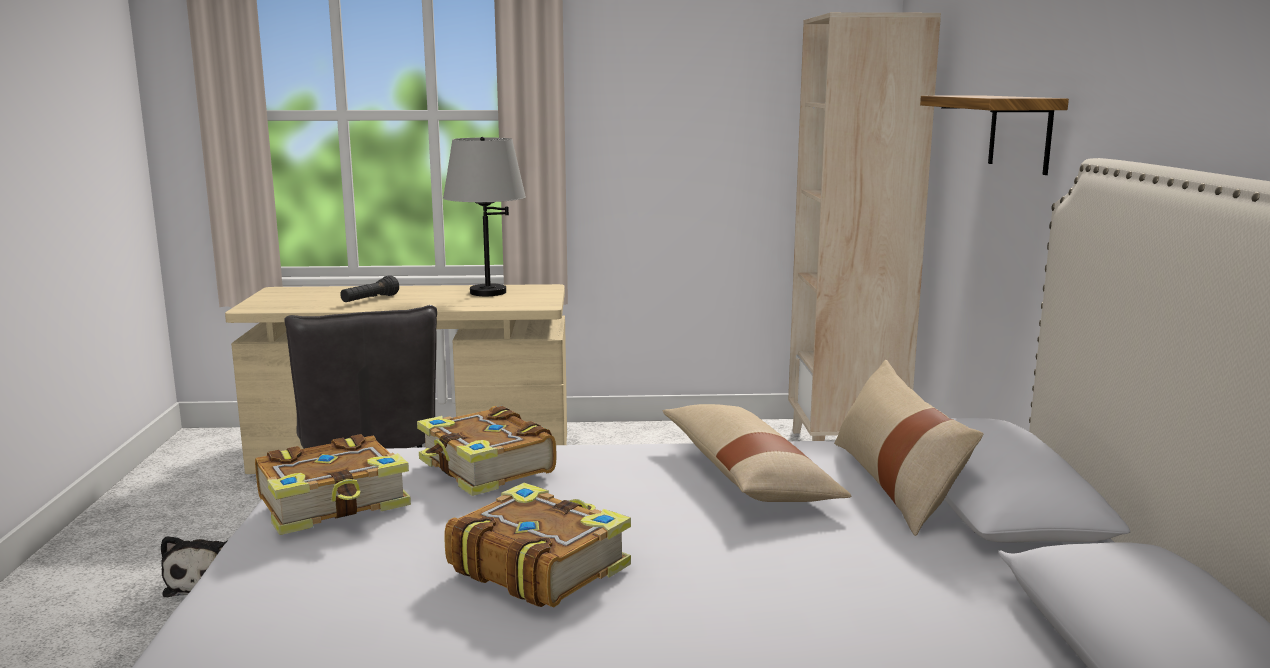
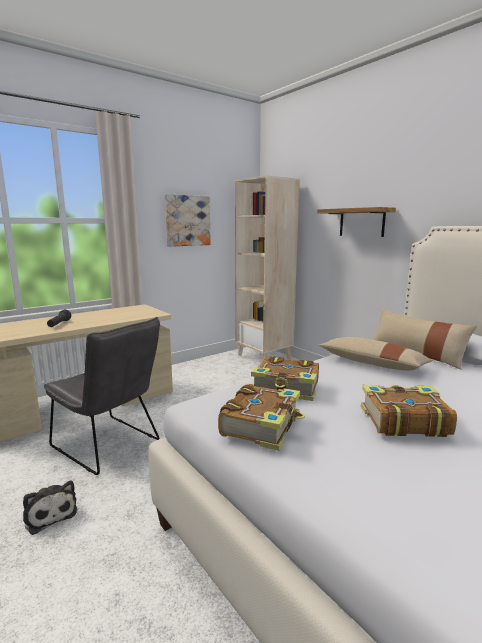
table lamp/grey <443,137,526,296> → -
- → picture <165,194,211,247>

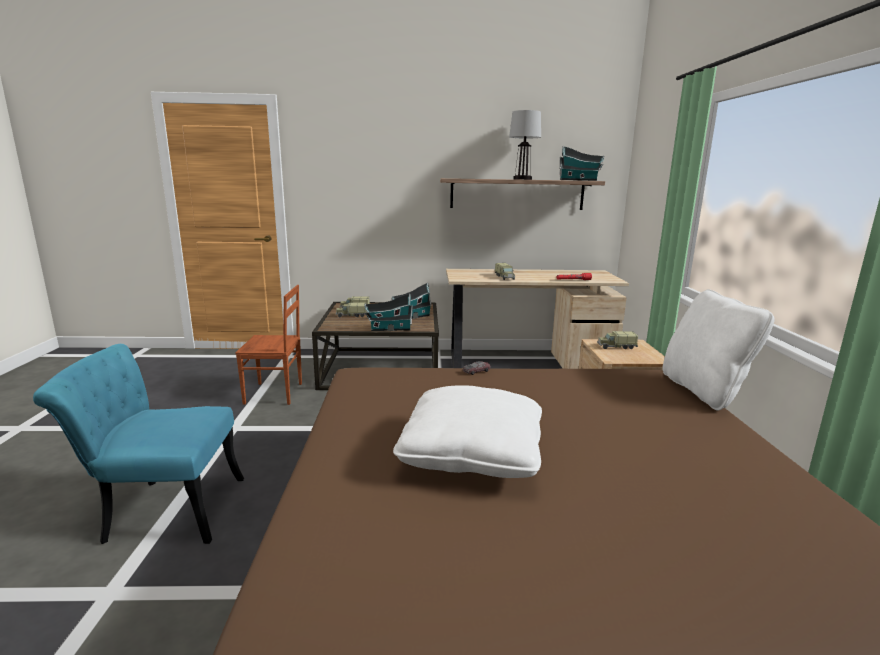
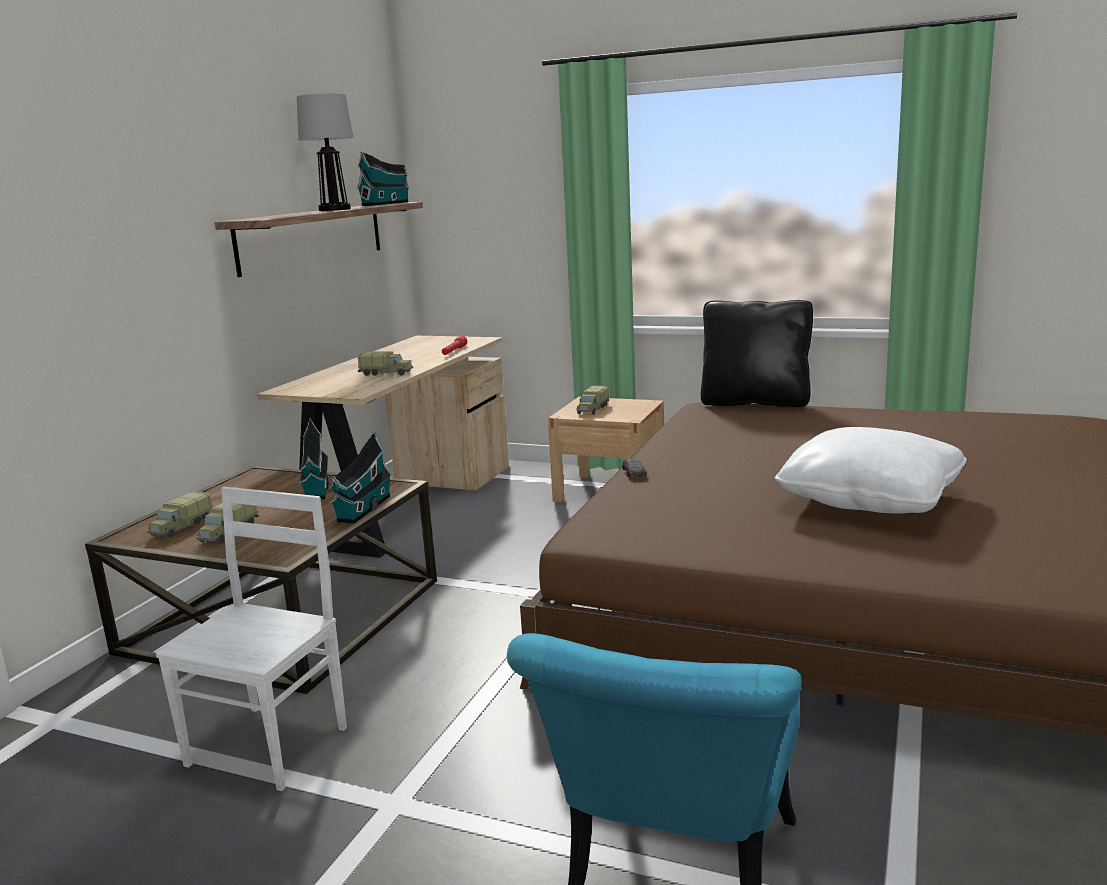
chair/brown <235,285,302,405> → chair/white <156,487,347,791>
pillow/white <662,289,775,411> → pillow/black <701,300,813,407>

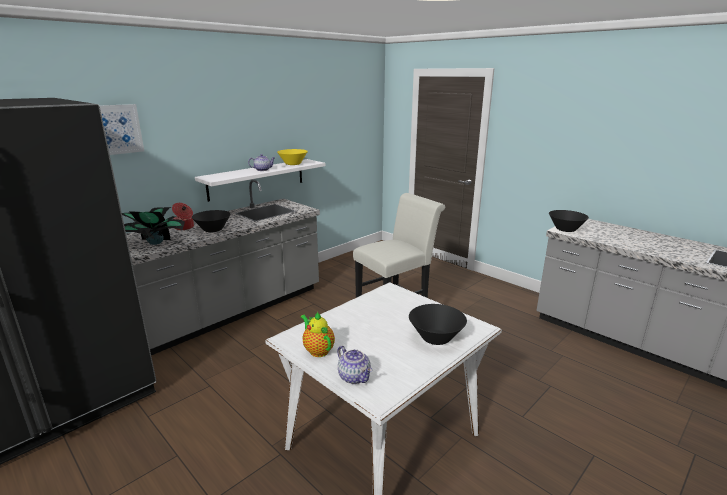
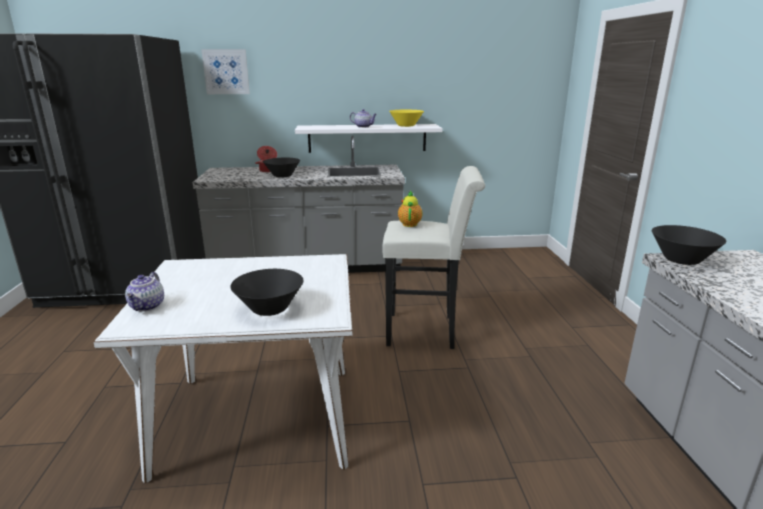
potted plant <122,207,185,245> → -
teapot <300,312,335,357> → teapot <398,191,423,227>, shifted

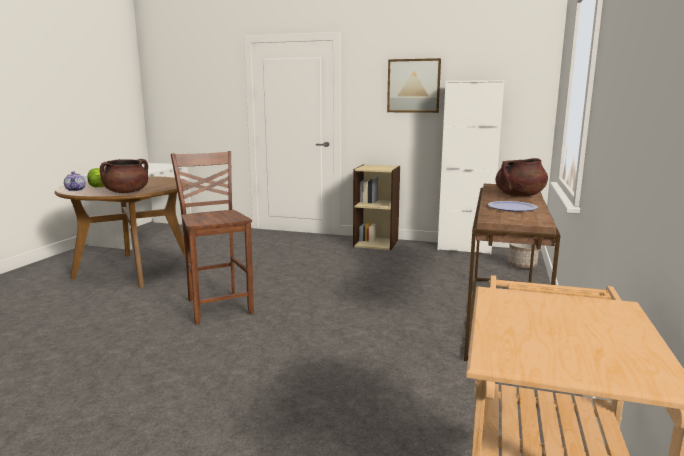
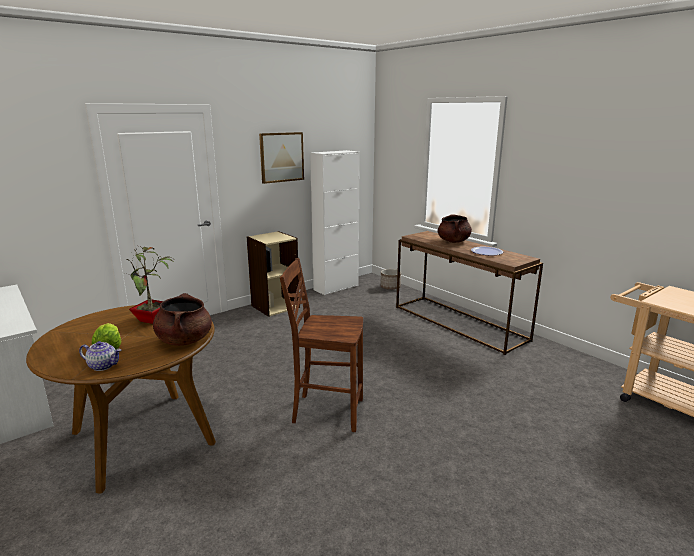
- → potted plant <127,246,174,324>

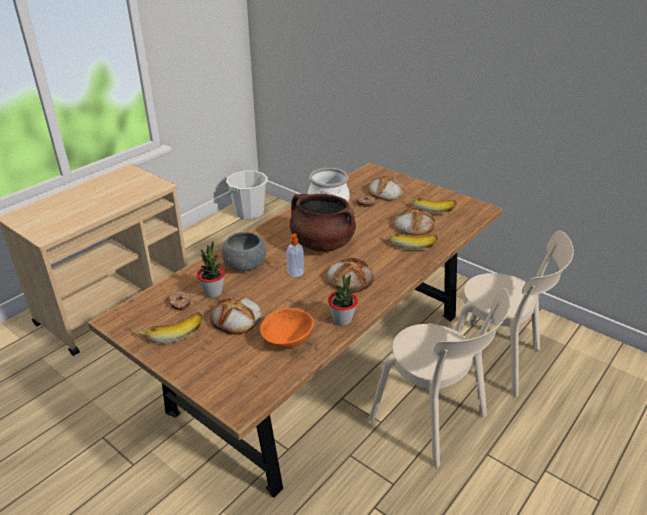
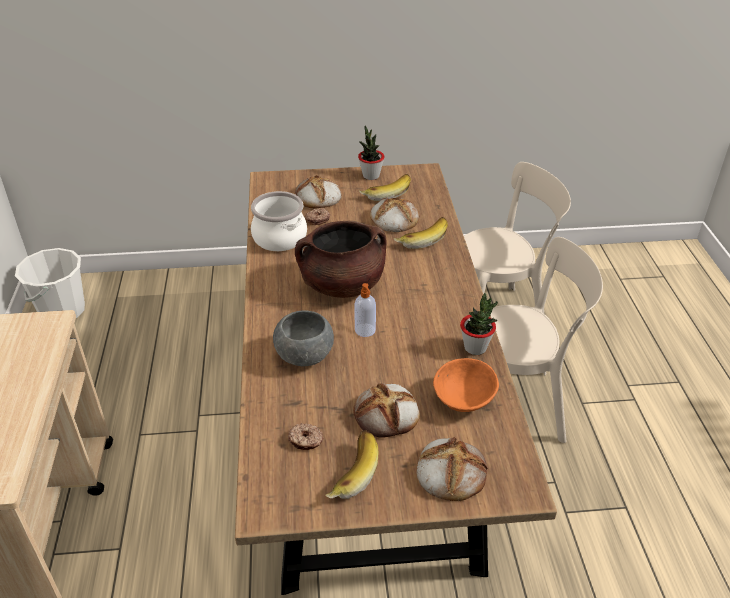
potted plant <197,241,225,298> → potted plant <358,125,385,180>, shifted
bread <327,258,374,293> → bread <417,437,488,501>, shifted

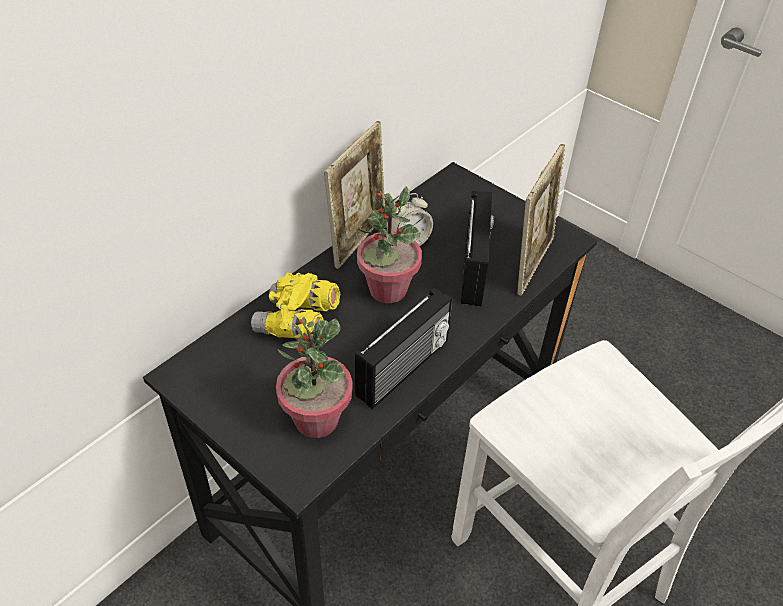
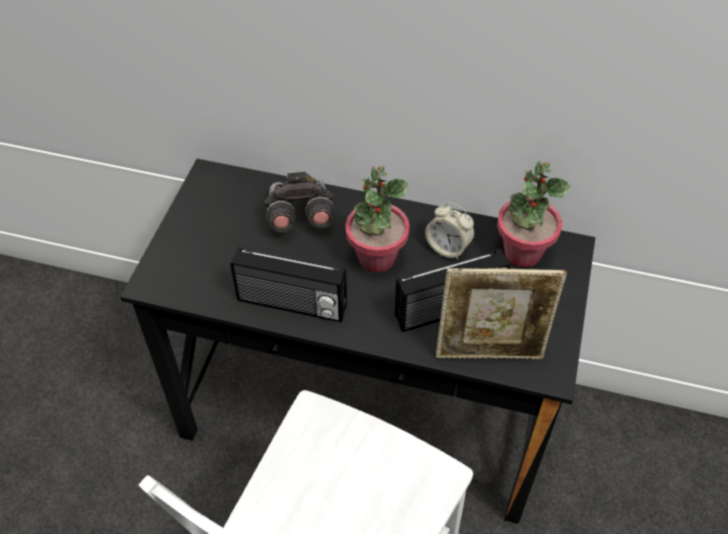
picture frame <324,121,385,269> → -
binoculars/yellow <251,273,340,340> → binoculars/grey <264,172,335,232>
potted plant <276,317,353,438> → potted plant <497,161,570,267>, shifted

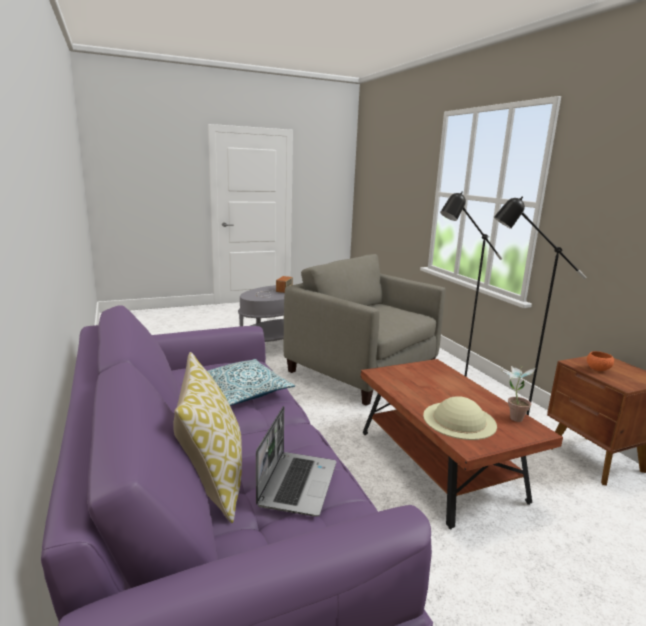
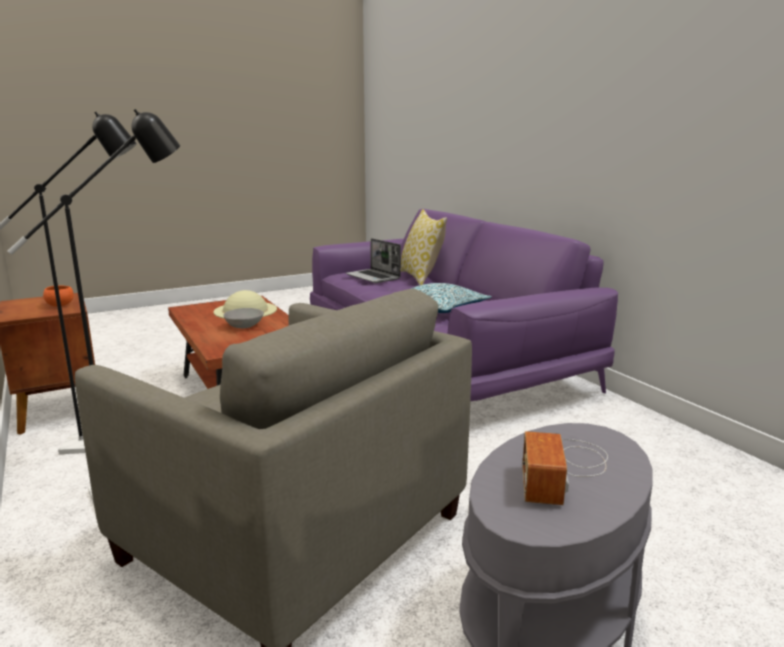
potted plant <501,366,536,422> → -
laptop <256,406,336,517> → laptop <345,238,401,283>, 45 degrees counterclockwise
- → bowl/grey <223,308,264,328>

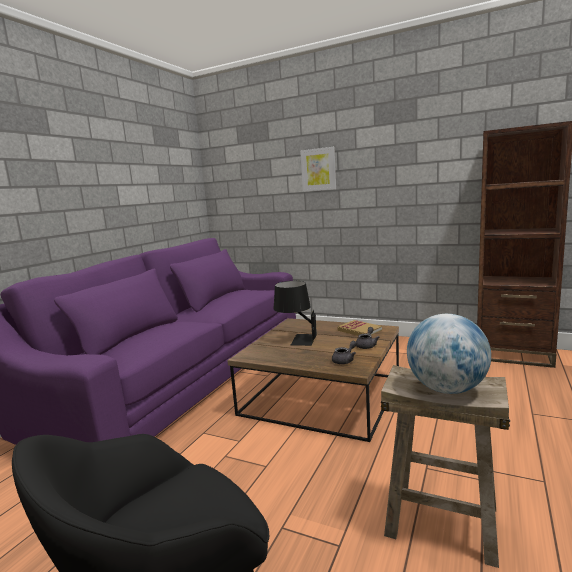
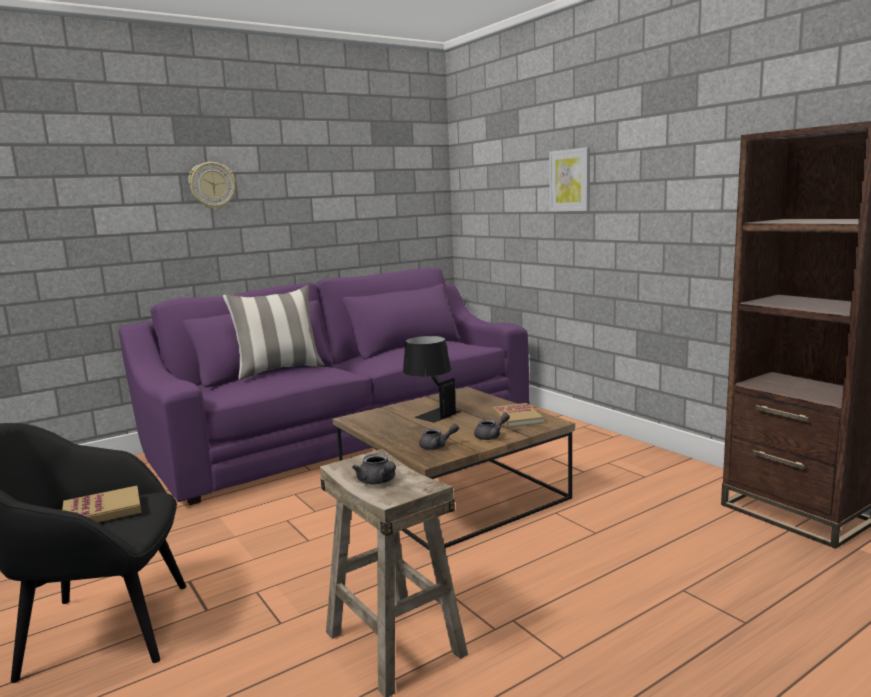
globe <407,314,491,394> → teapot/grey <352,454,396,485>
- → wall clock <188,162,236,210>
- → pillow <223,285,325,380>
- → book <62,486,141,522>

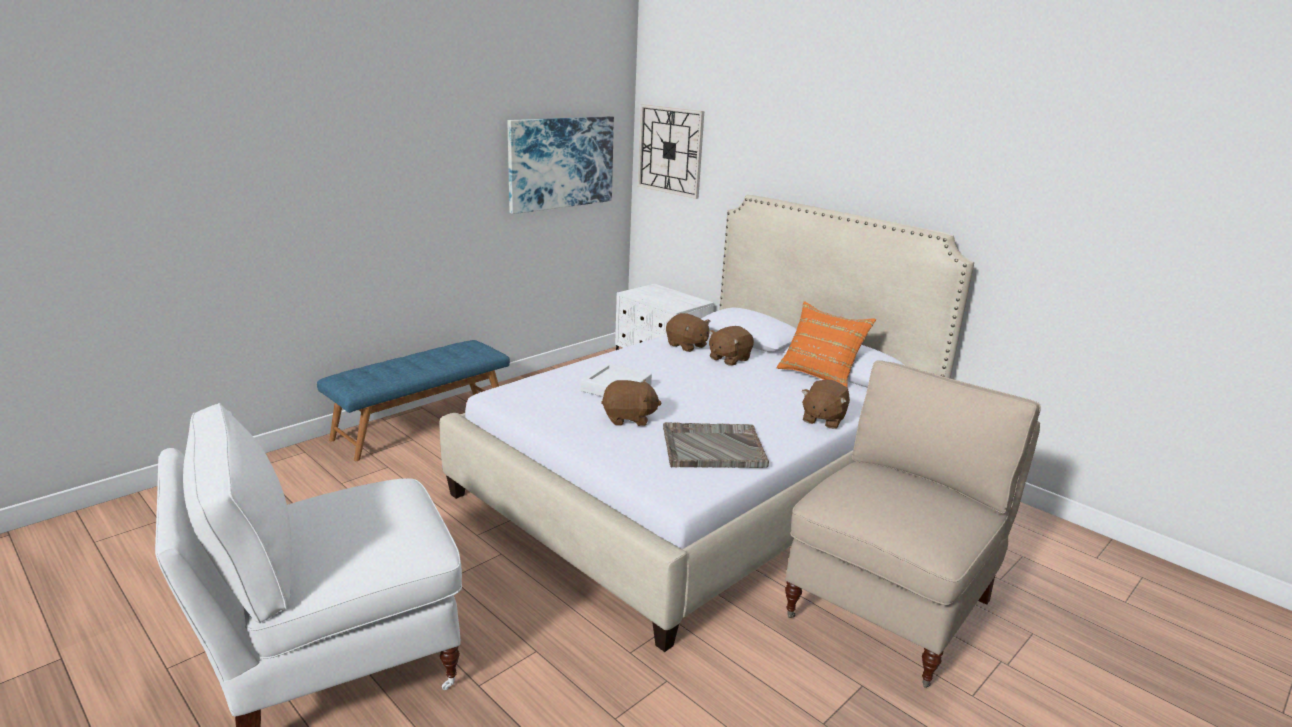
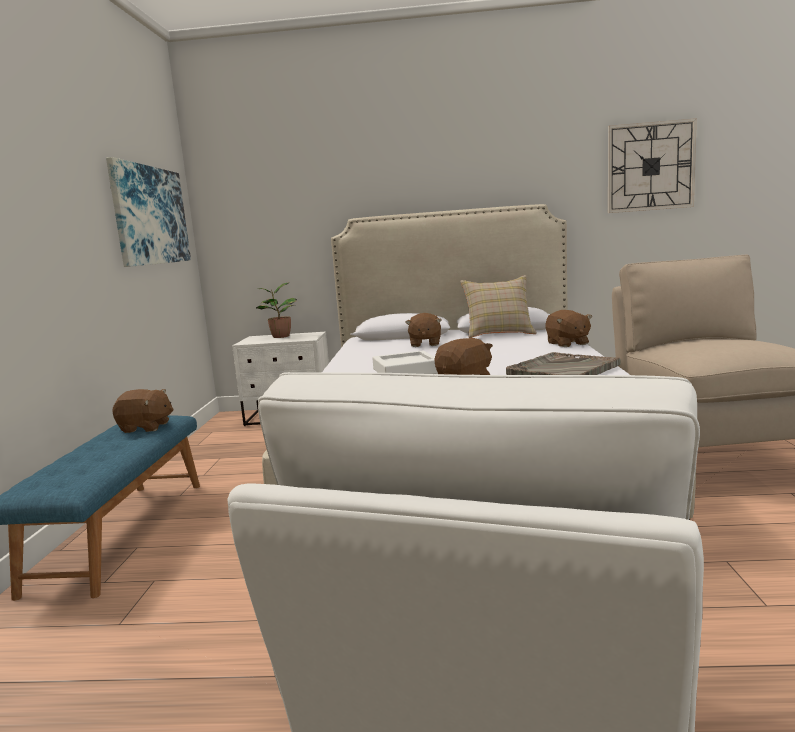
wall clock <638,104,704,199> → wall clock <608,118,697,213>, shifted
pillow/orange <777,301,876,387> → pillow/beige <460,275,537,338>
plush toy/brown <666,313,710,352> → plush toy/brown <113,389,173,433>, shifted
- → potted plant <256,282,297,338>

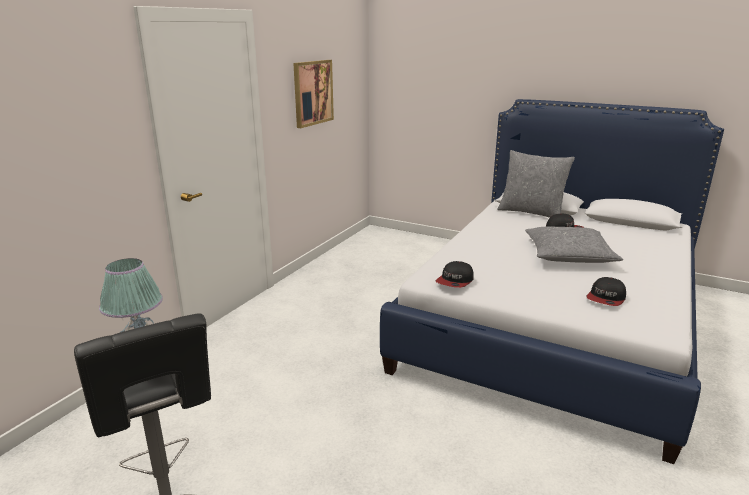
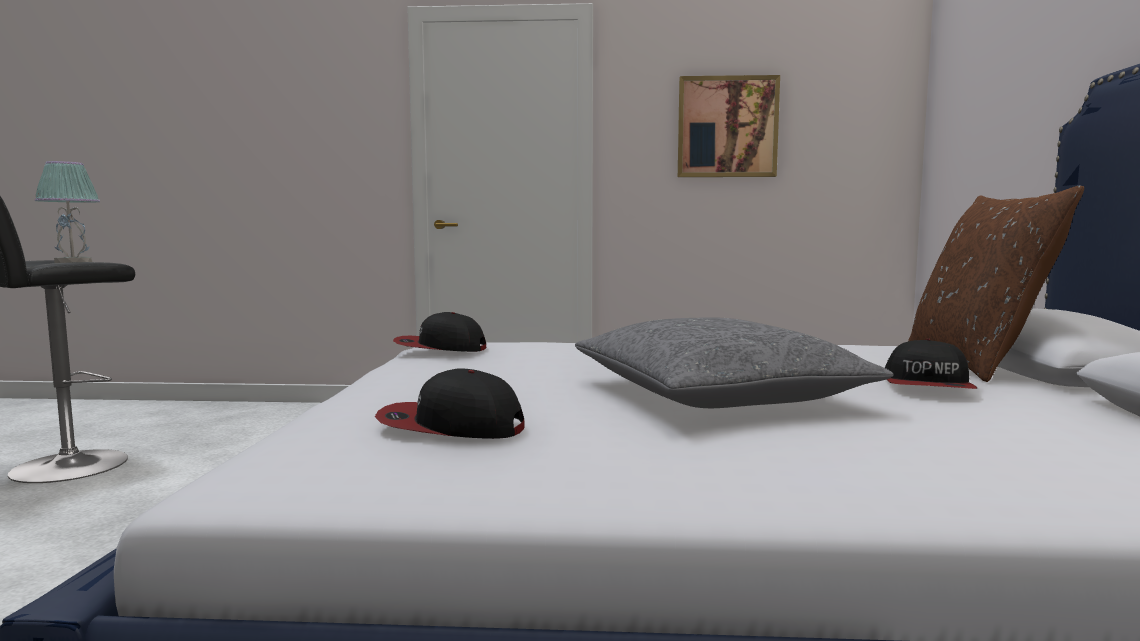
pillow/grey <497,150,575,218> → pillow/brown <908,186,1084,382>

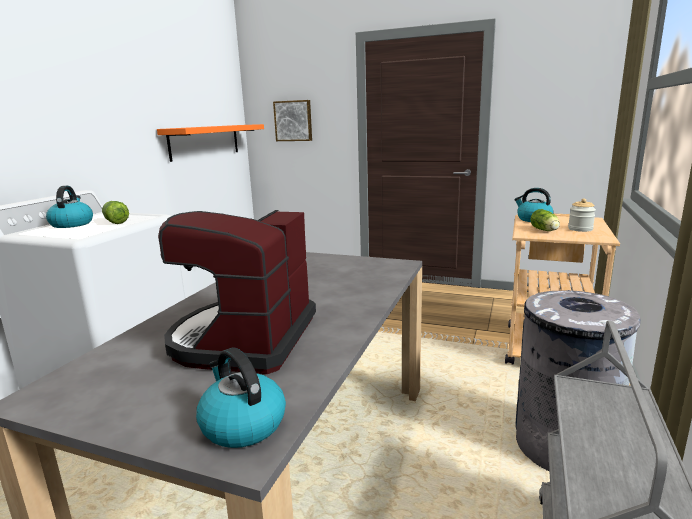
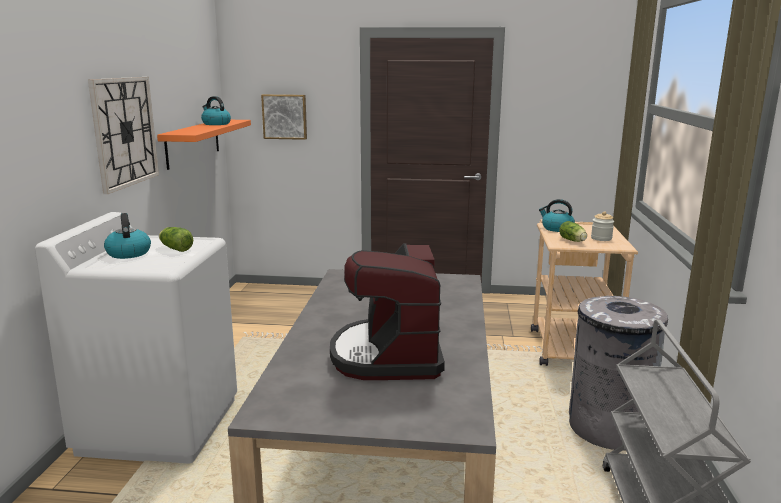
kettle <196,347,286,448> → kettle <201,96,231,125>, shifted
- → wall clock <88,77,159,194>

